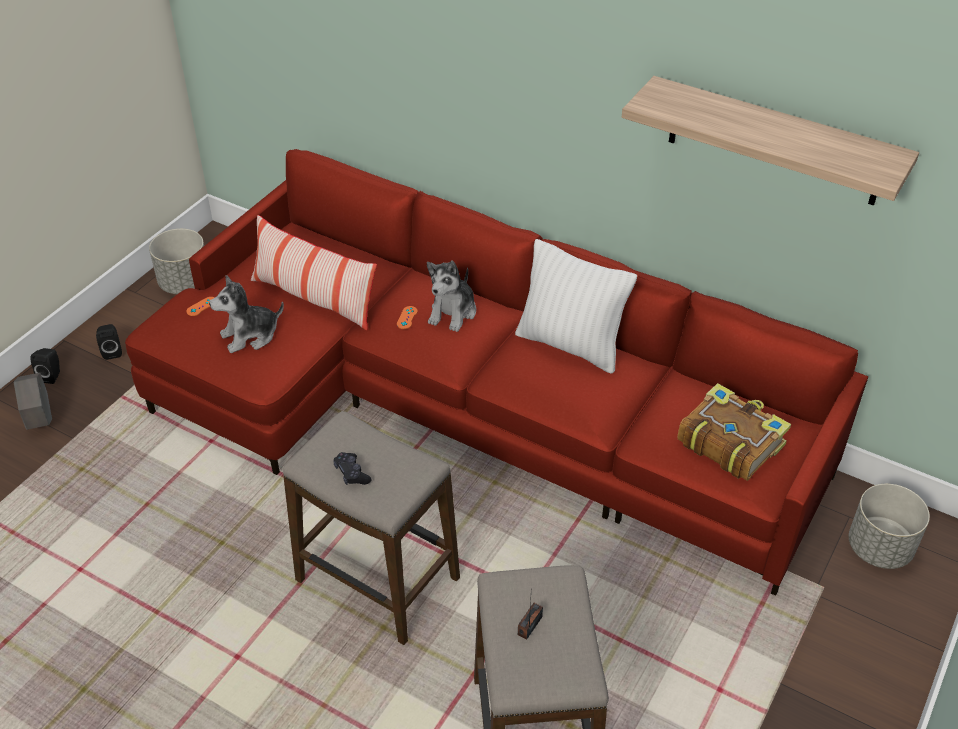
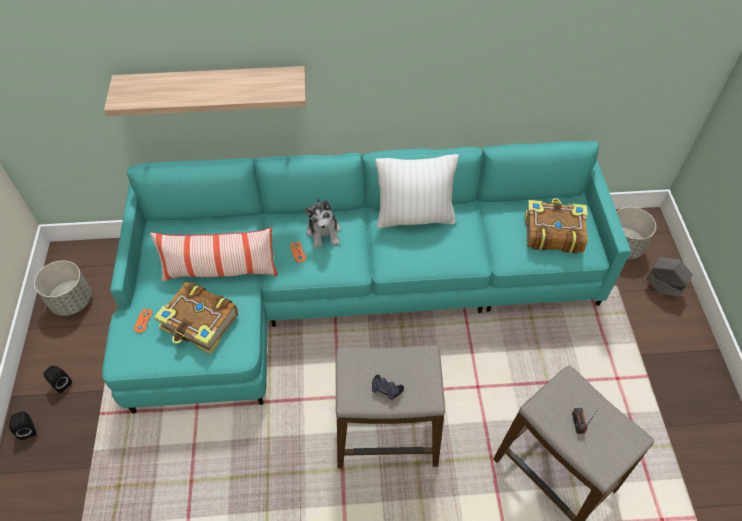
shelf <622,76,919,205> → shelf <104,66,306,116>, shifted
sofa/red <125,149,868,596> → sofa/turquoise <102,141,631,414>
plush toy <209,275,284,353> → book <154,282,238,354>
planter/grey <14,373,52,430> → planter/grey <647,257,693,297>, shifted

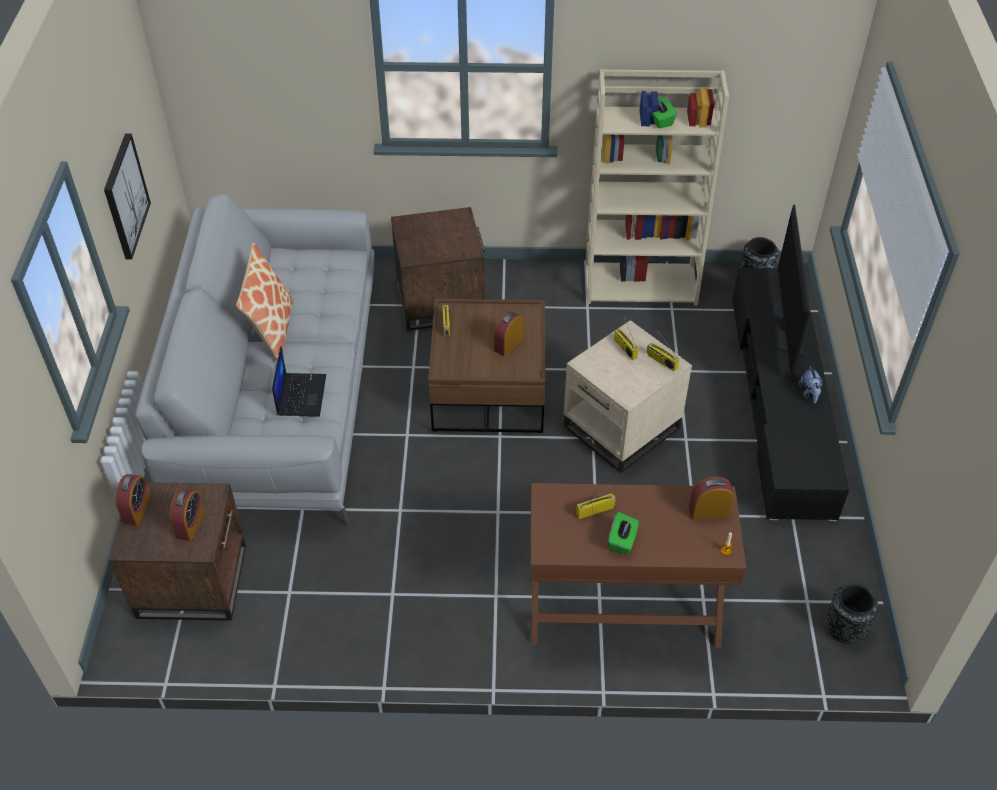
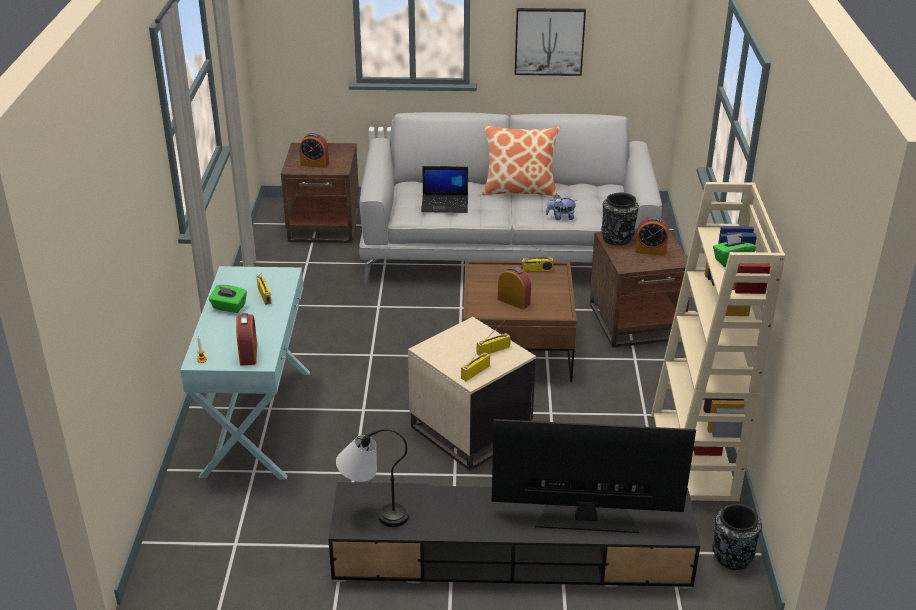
plush toy <799,366,823,404> → plush toy <546,195,577,220>, shifted
alarm clock <115,474,151,526> → alarm clock <635,217,669,256>, shifted
console table/brown <531,483,746,648> → console table/turquoise <180,266,310,480>
vase/black <826,584,878,644> → vase/black <601,192,639,245>, shifted
- → table lamp <336,429,409,527>

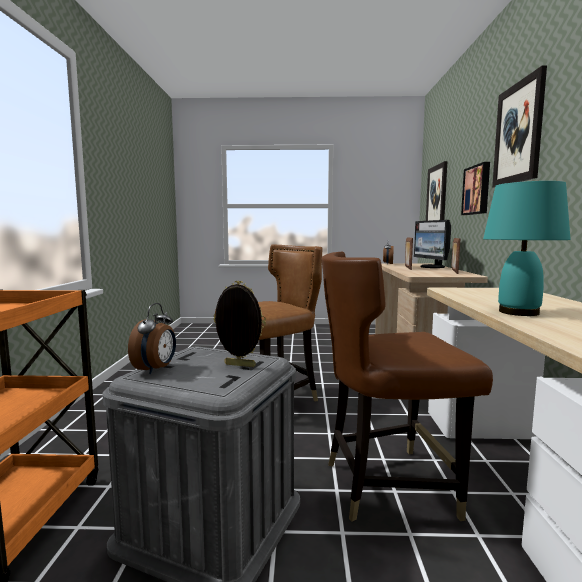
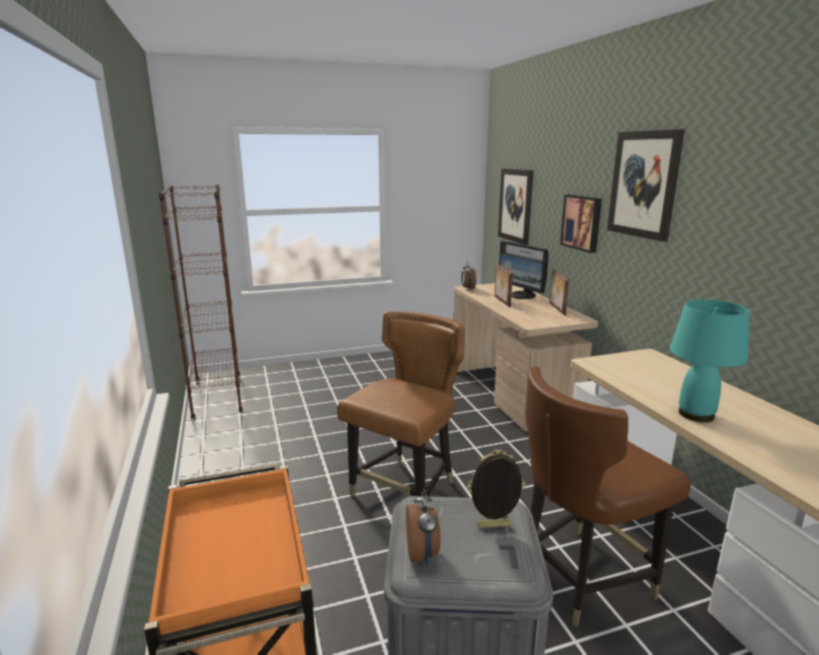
- → bookcase/brown <159,185,243,419>

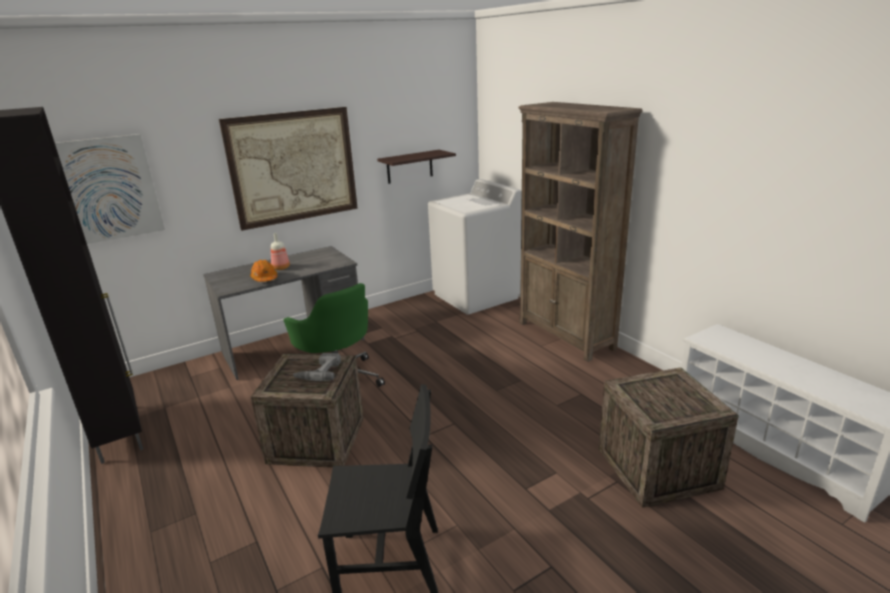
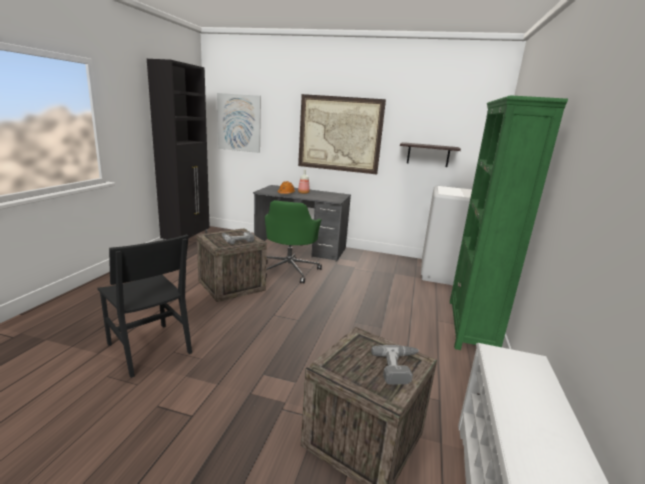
bookcase/brown <518,102,643,362> → bookcase/green <450,95,568,350>
- → power drill <371,345,419,384>

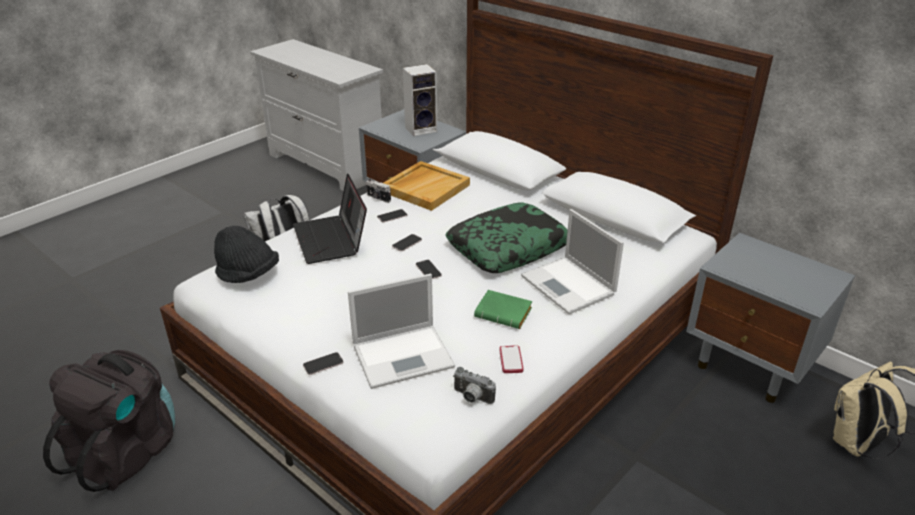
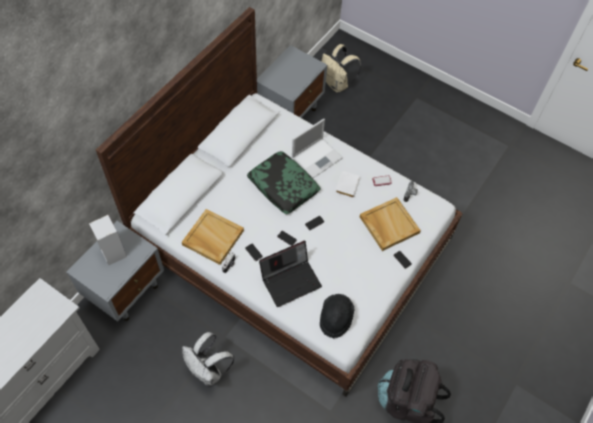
laptop <348,274,455,389> → tray/beige <360,197,421,251>
book/green <474,290,532,329> → book/white <336,171,360,198>

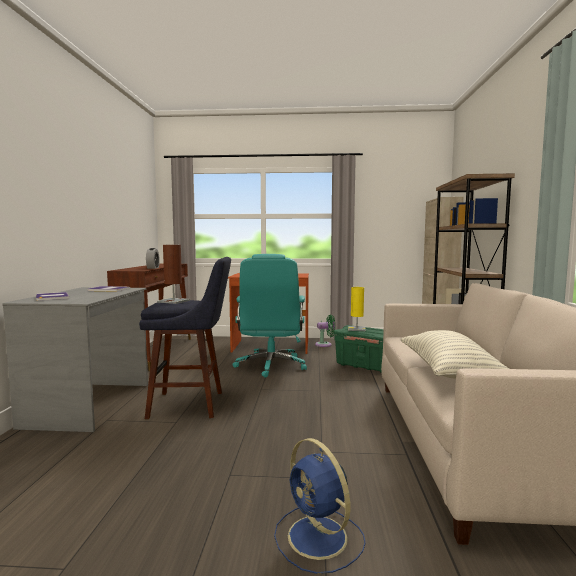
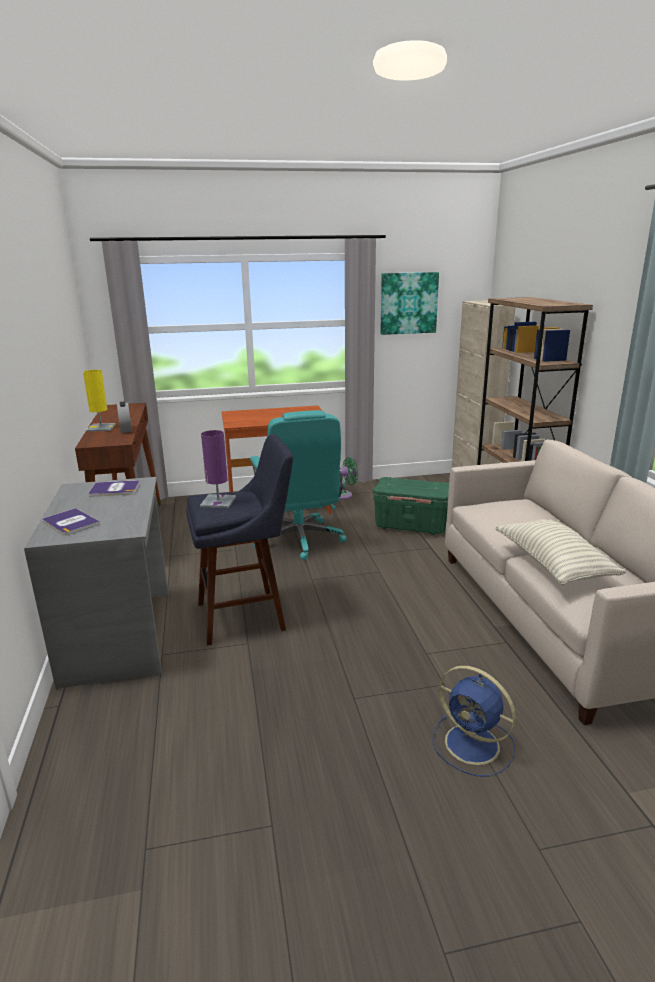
table lamp/brown <157,245,190,304> → table lamp/purple <200,430,236,508>
table lamp/yellow <348,287,365,331> → table lamp/yellow <83,370,116,432>, shifted
- → picture <380,272,439,335>

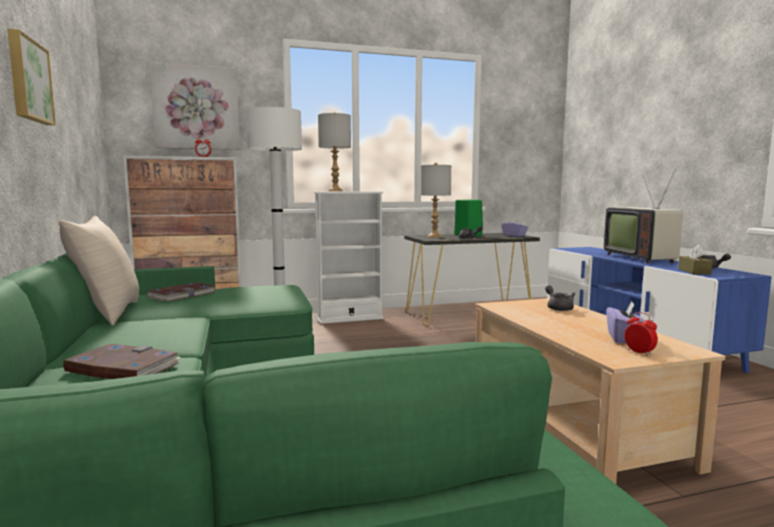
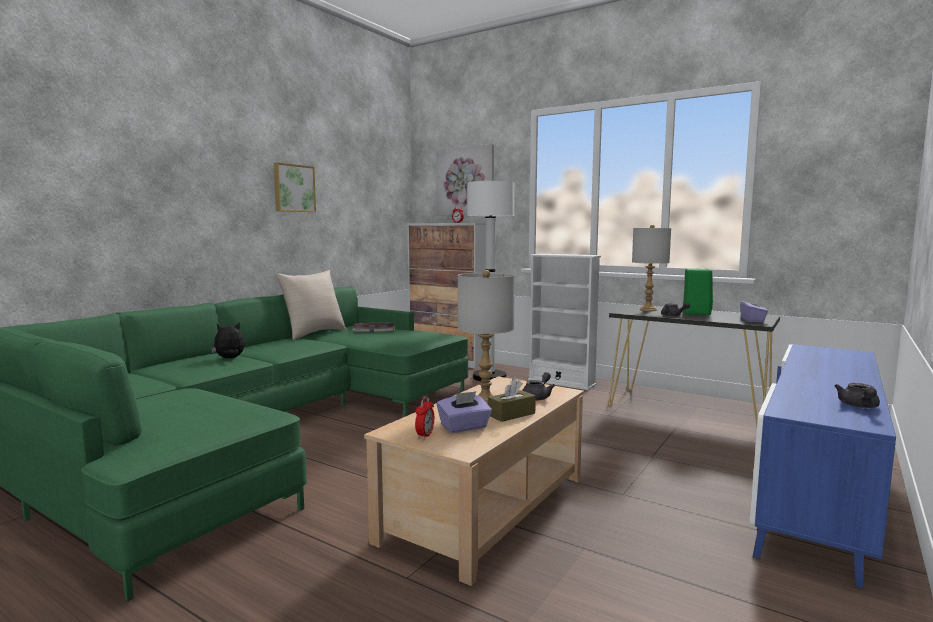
table lamp/grey <318,112,351,191> → table lamp/grey <458,270,515,404>, shifted
television <604,169,683,264> → -
tissue box/brown <678,245,713,275> → tissue box/brown <488,379,536,422>, shifted
book <63,343,181,379> → plush toy <211,322,245,358>

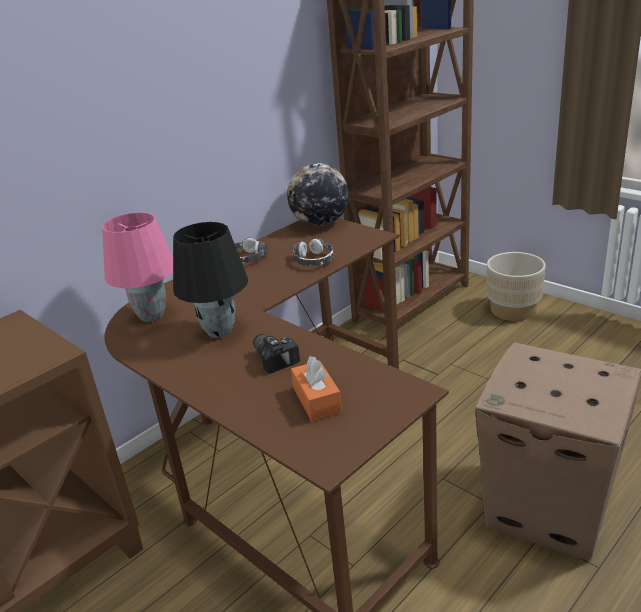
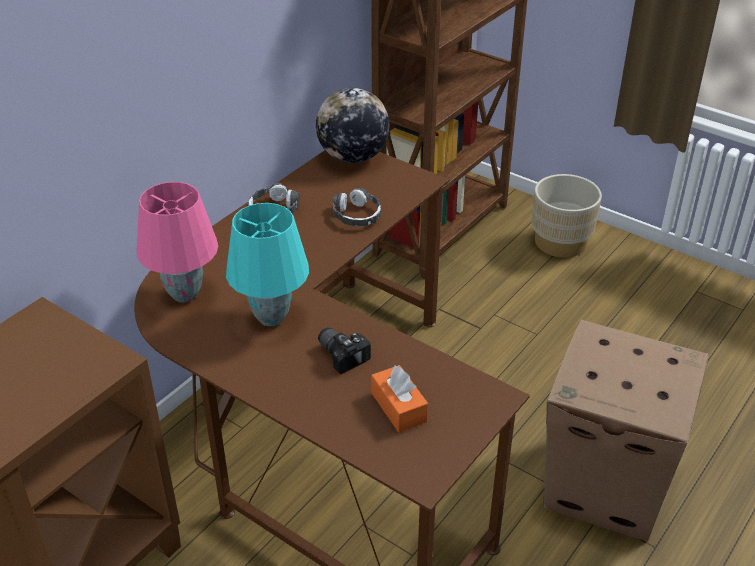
table lamp/black <173,222,248,338> → table lamp/turquoise <226,203,309,326>

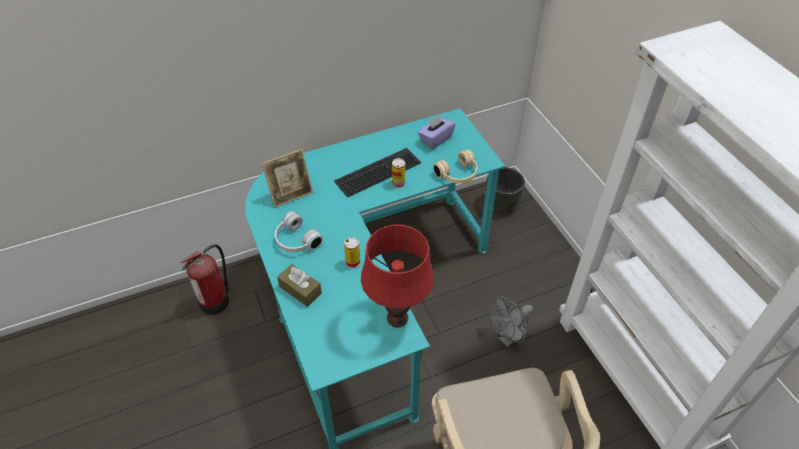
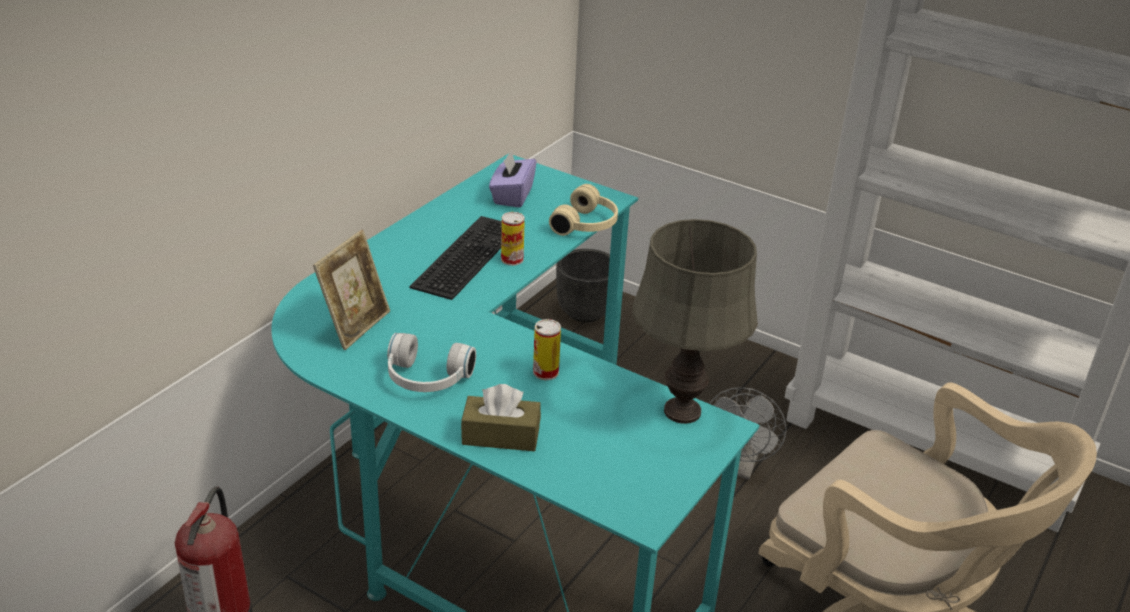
table lamp/red <361,225,434,327> → table lamp/grey <632,219,758,424>

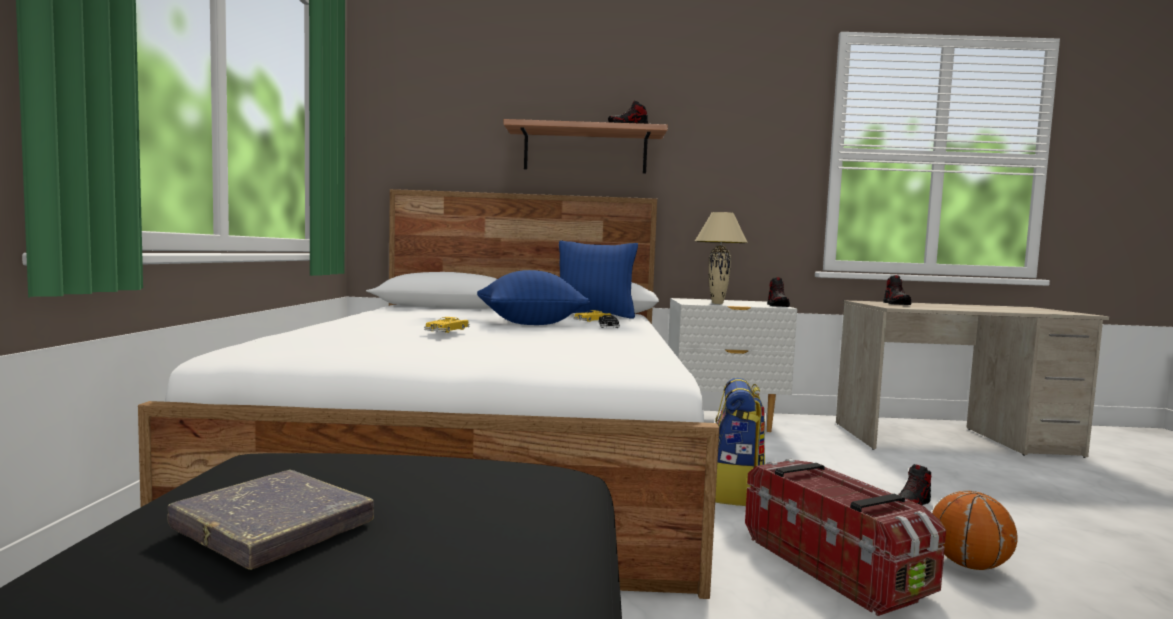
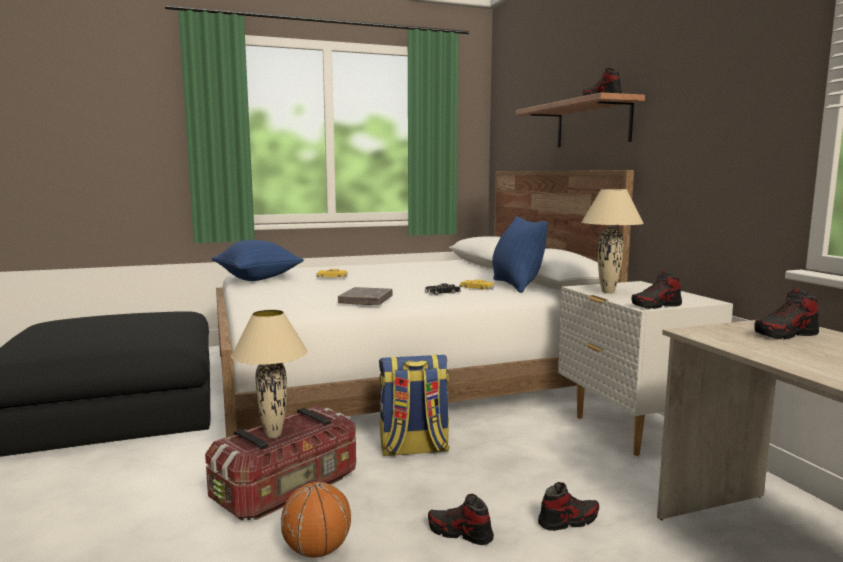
pillow/blue <477,270,590,325> → pillow/blue <212,240,304,281>, shifted
book/grey <167,470,374,570> → book/grey <338,287,393,305>, shifted
- → table lamp/beige <231,310,308,438>
- → shoe <538,482,599,531>

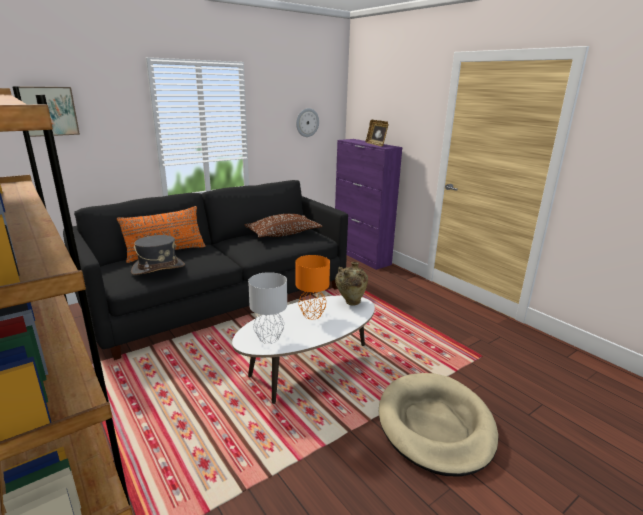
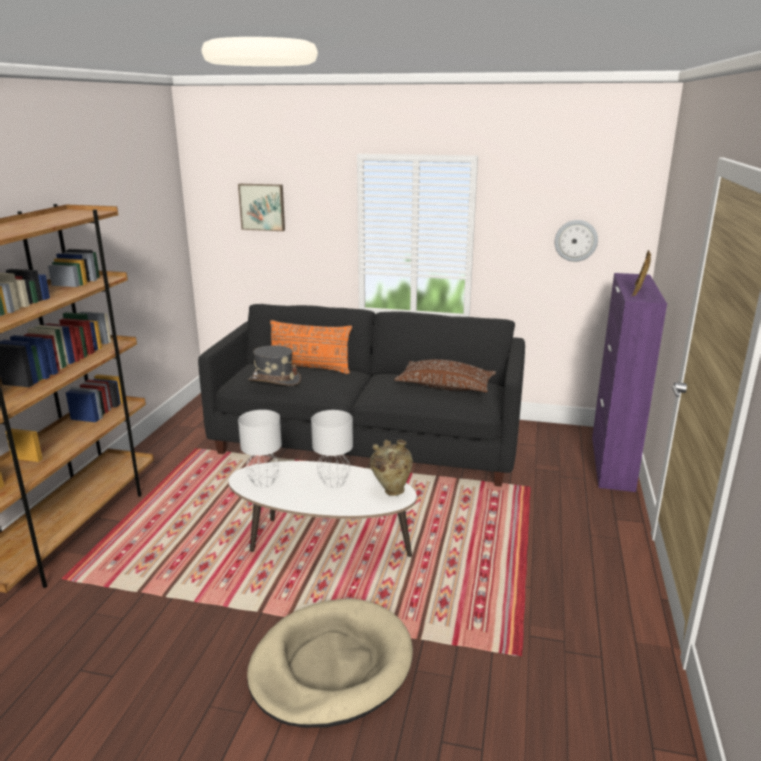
table lamp/orange <296,255,330,320> → table lamp/grey <311,410,353,488>

